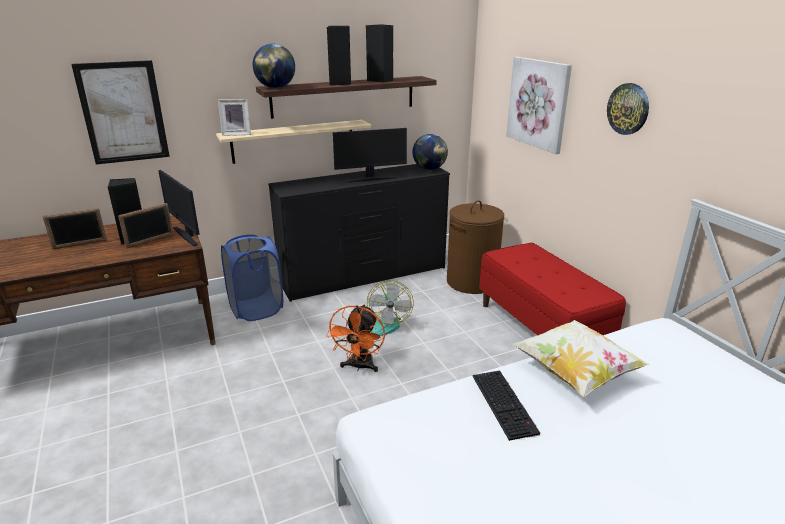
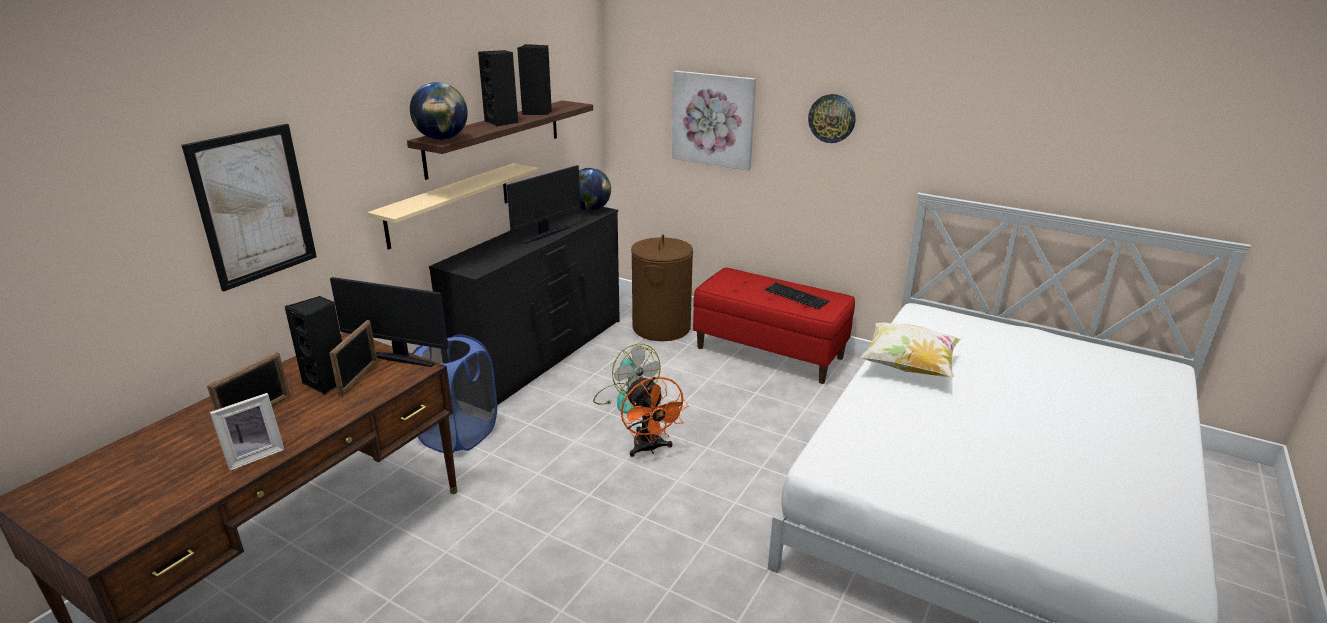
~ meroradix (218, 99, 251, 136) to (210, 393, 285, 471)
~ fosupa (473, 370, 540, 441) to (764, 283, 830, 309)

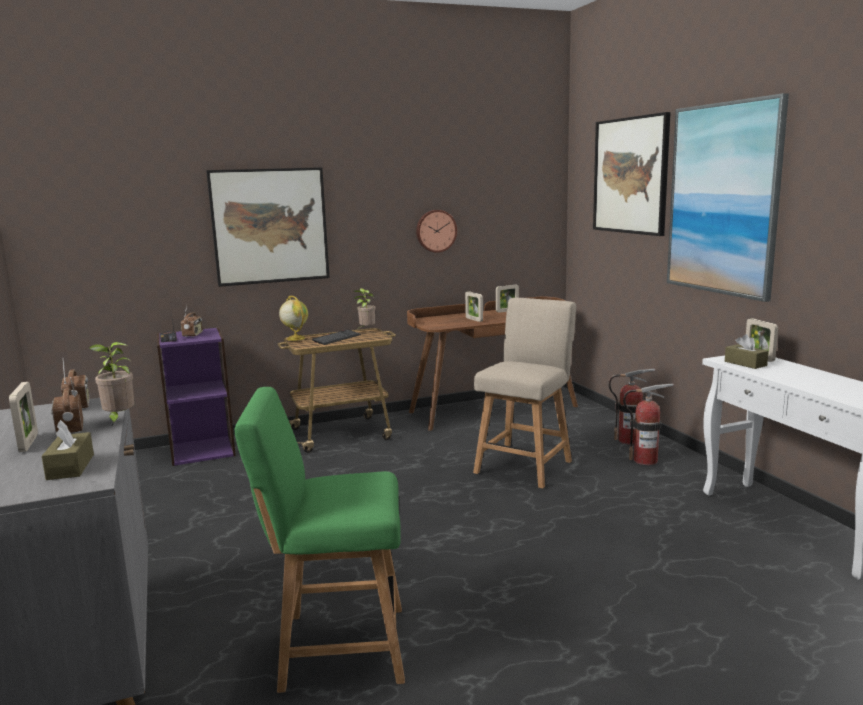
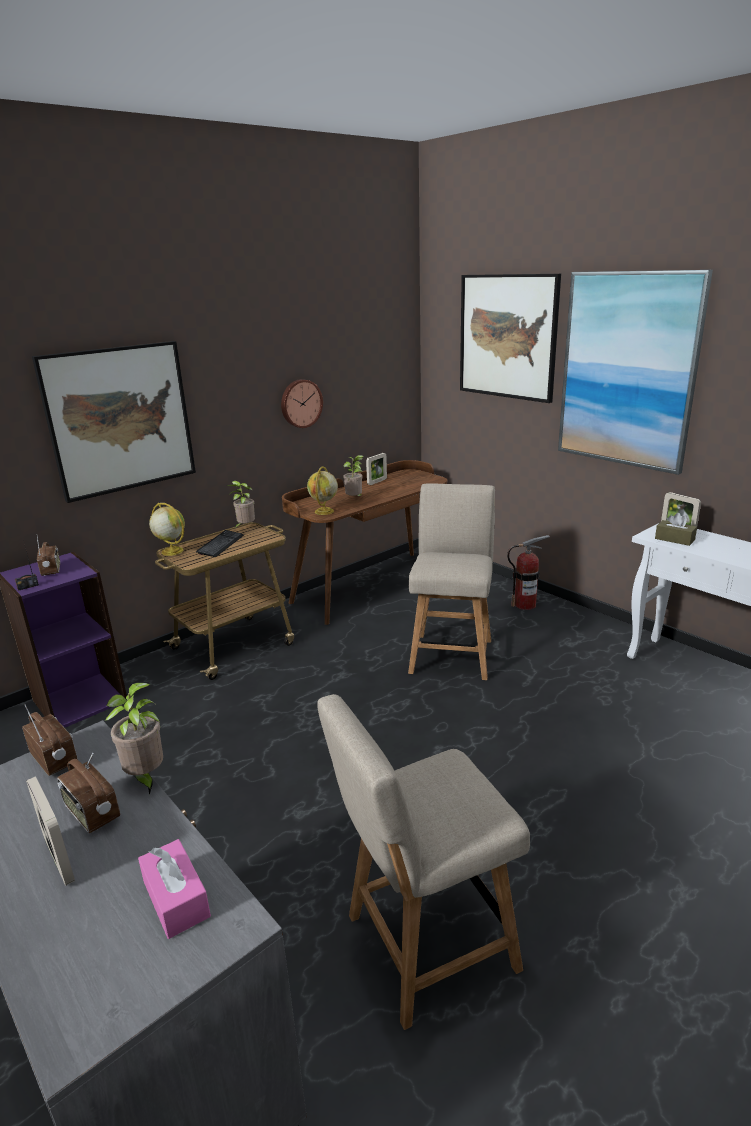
~ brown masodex (42, 420, 94, 480) to pink masodex (138, 839, 211, 939)
~ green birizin (235, 387, 405, 693) to beige birizin (317, 694, 530, 1030)
~ meroradix (465, 291, 483, 322) to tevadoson (343, 455, 364, 497)
- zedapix (623, 384, 674, 465)
+ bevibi (307, 466, 338, 515)

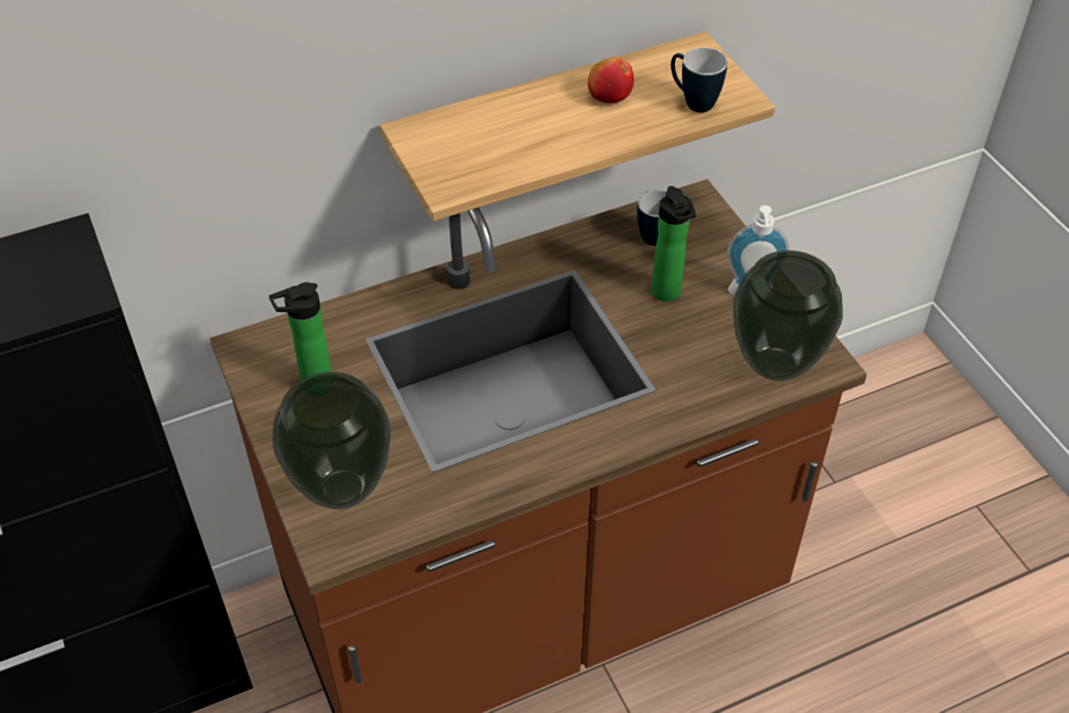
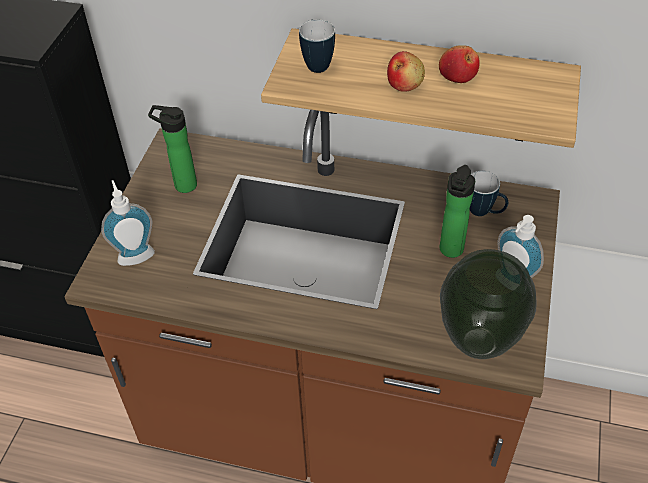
~ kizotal (272, 372, 391, 509) to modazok (101, 180, 155, 266)
~ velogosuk (671, 47, 727, 113) to (299, 19, 335, 73)
+ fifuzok (387, 51, 425, 92)

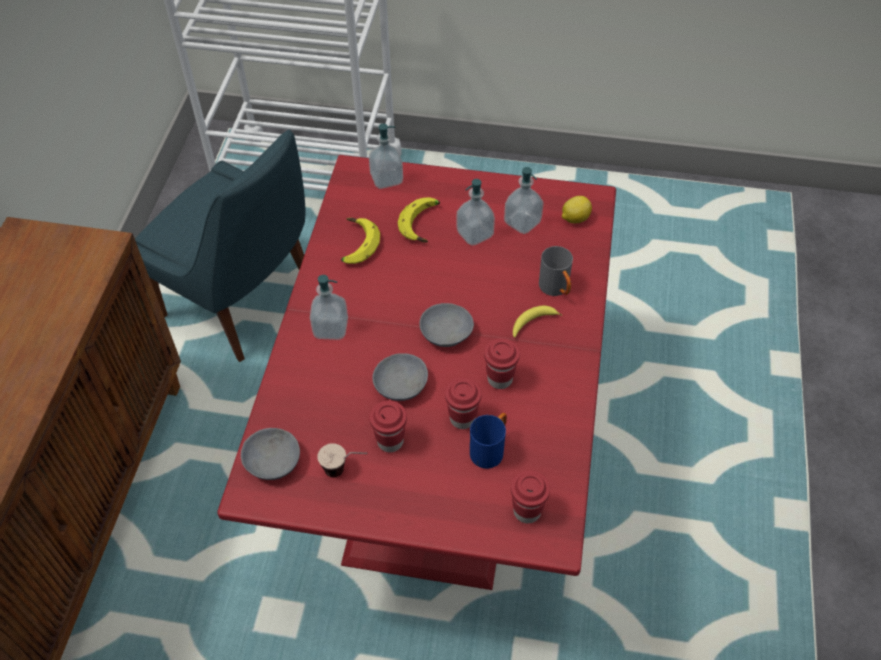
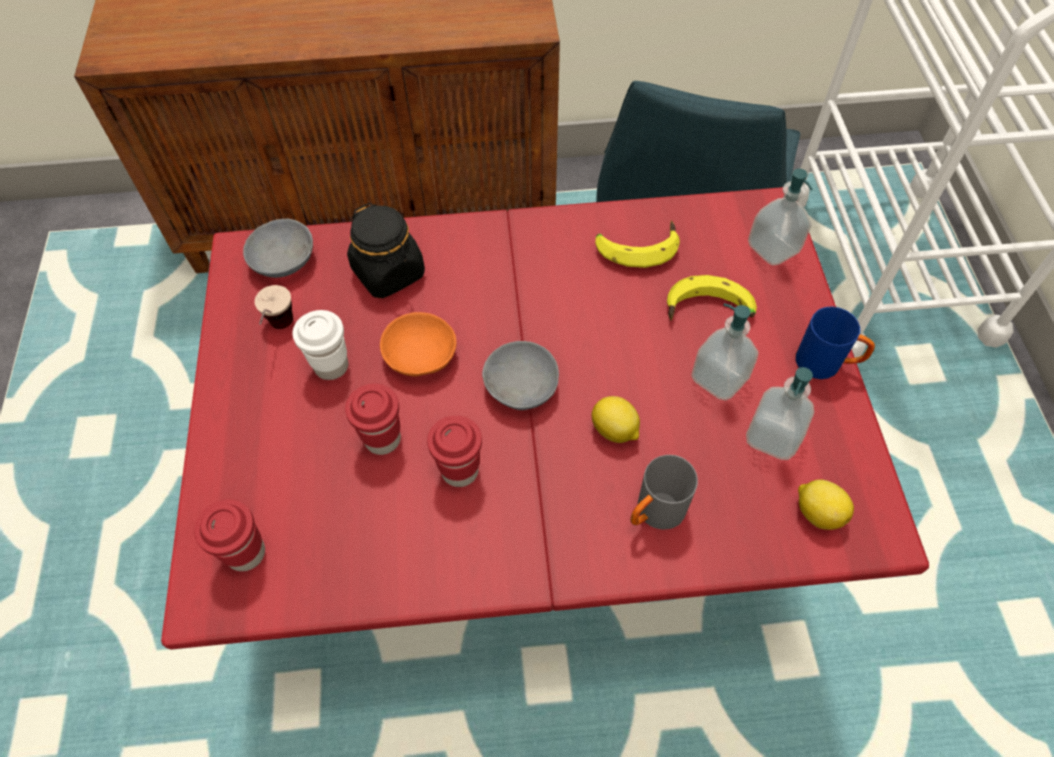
- modazok (310, 275, 348, 340)
~ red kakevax (369, 401, 407, 452) to white kakevax (293, 310, 348, 380)
~ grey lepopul (373, 353, 428, 401) to orange lepopul (380, 312, 457, 376)
~ blue velogosuk (470, 413, 507, 469) to (796, 306, 875, 379)
- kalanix (513, 305, 562, 338)
+ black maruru (347, 203, 425, 298)
+ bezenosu (592, 396, 640, 443)

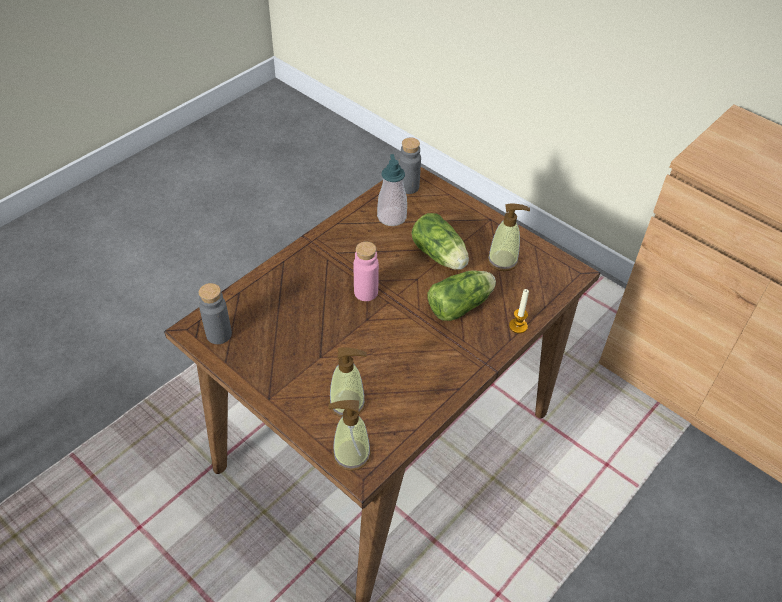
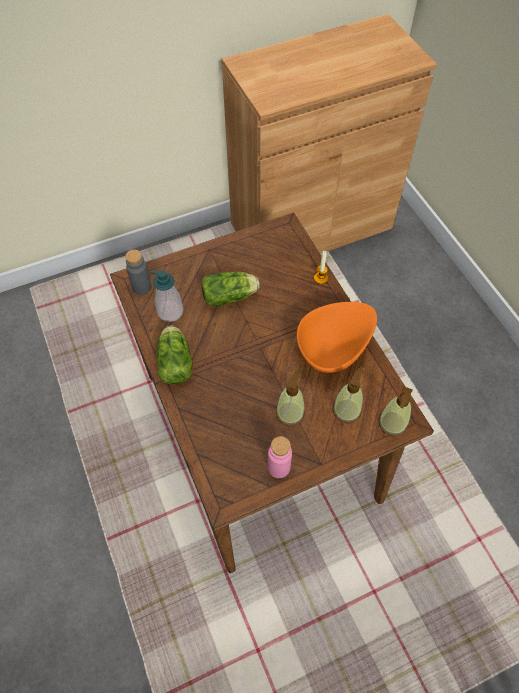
- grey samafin (199, 283, 232, 344)
~ pink samafin (354, 241, 379, 301) to (268, 436, 292, 478)
~ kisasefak (427, 270, 496, 321) to (157, 326, 193, 384)
~ modazok (487, 203, 530, 271) to (276, 369, 305, 426)
+ orange lepopul (297, 302, 377, 373)

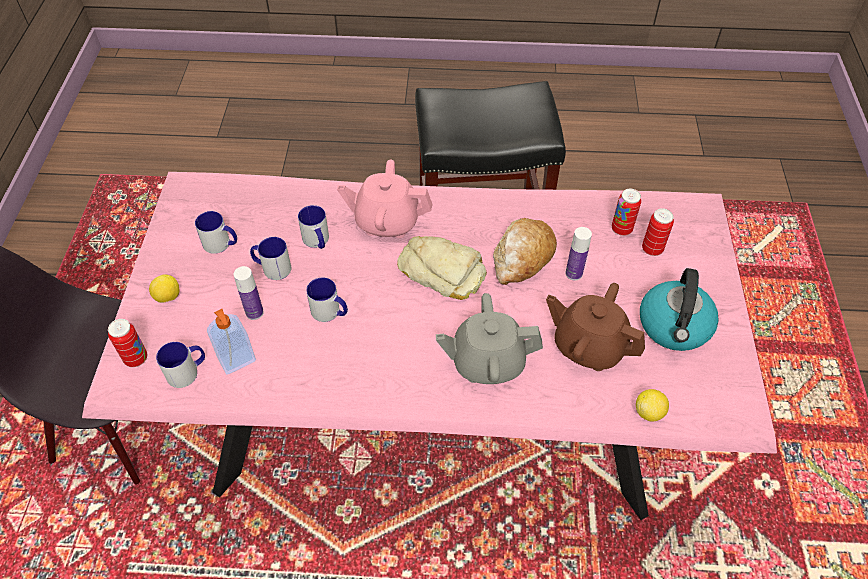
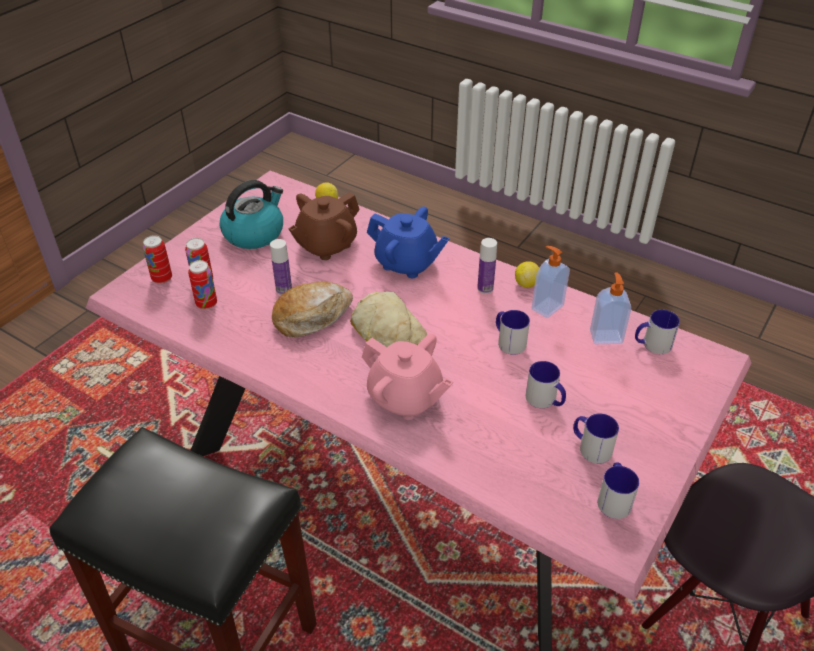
~ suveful (108, 319, 147, 367) to (143, 235, 172, 284)
~ bezenosu (149, 274, 180, 303) to (515, 261, 539, 288)
~ samafin (234, 266, 264, 320) to (477, 238, 497, 294)
~ velogosuk (298, 205, 329, 249) to (598, 462, 639, 519)
~ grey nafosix (436, 293, 543, 384) to blue nafosix (367, 207, 450, 278)
~ brown nafosix (546, 283, 645, 371) = (288, 192, 360, 260) 75 degrees clockwise
+ modazok (532, 246, 570, 318)

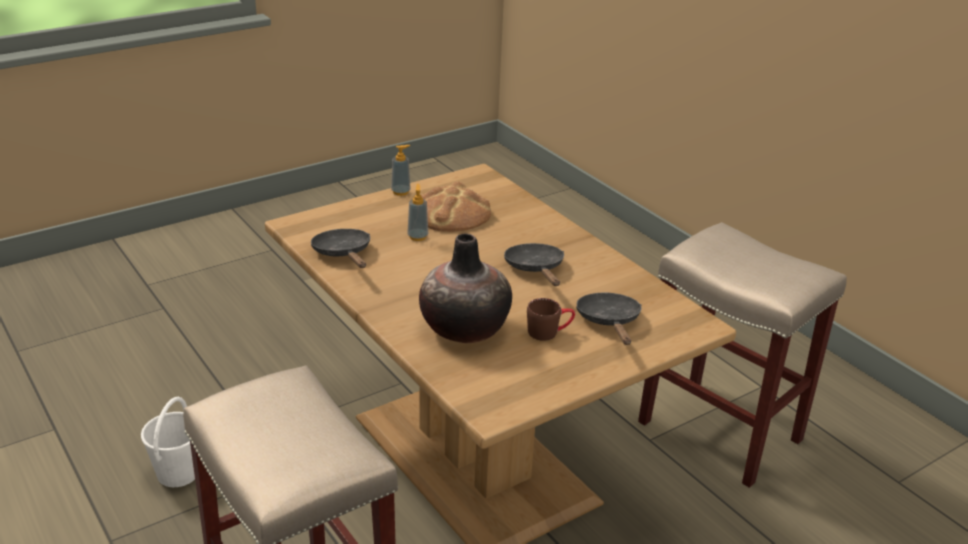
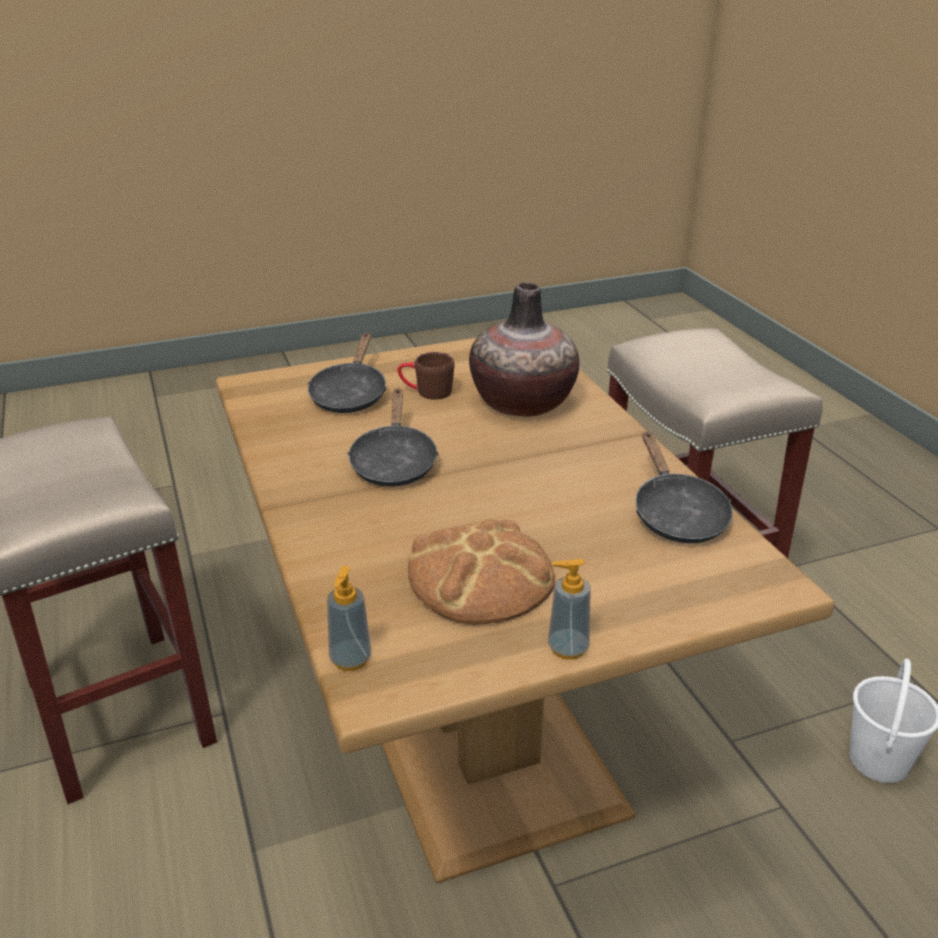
~ modazok (407, 184, 428, 241) to (327, 566, 371, 671)

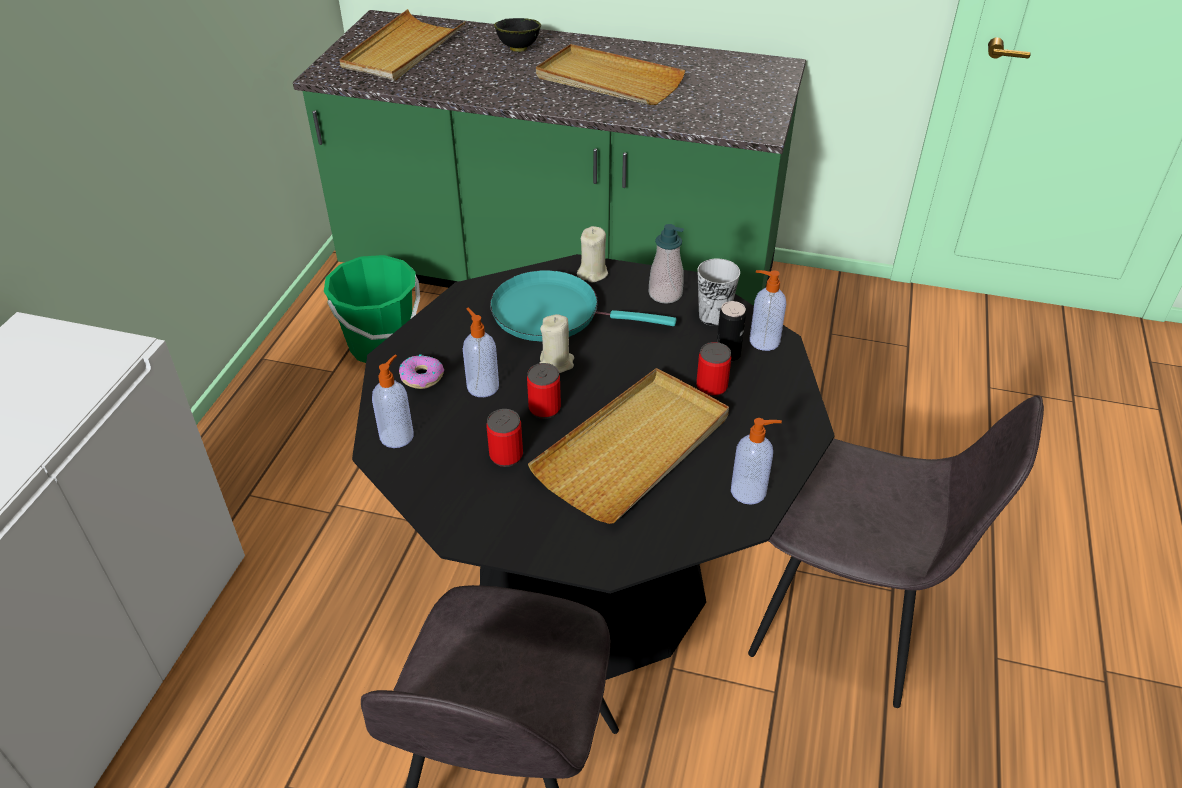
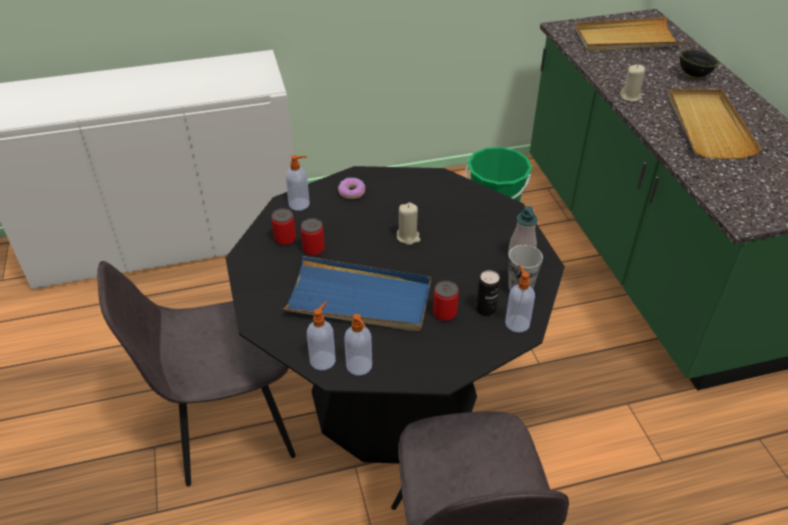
~ modazok (463, 308, 499, 397) to (307, 301, 336, 370)
- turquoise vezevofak (490, 270, 676, 341)
~ suveful (527, 363, 561, 419) to (272, 208, 296, 246)
~ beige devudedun (528, 368, 729, 524) to blue devudedun (282, 256, 431, 332)
~ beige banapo (577, 226, 608, 282) to (620, 64, 645, 102)

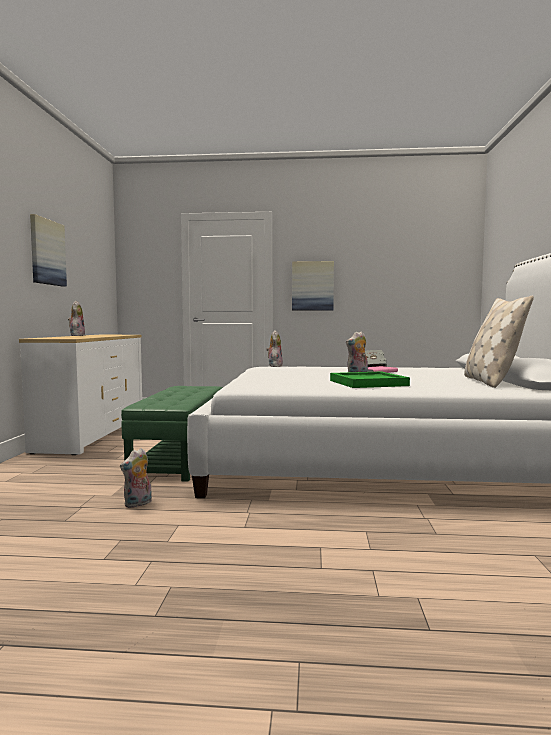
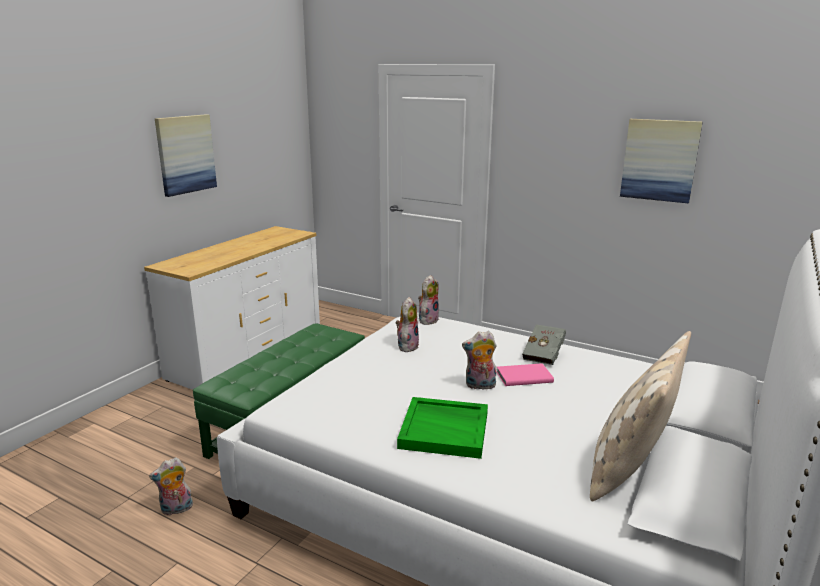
~ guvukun (68, 301, 85, 336) to (396, 297, 419, 352)
~ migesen (292, 261, 334, 311) to (620, 119, 703, 203)

